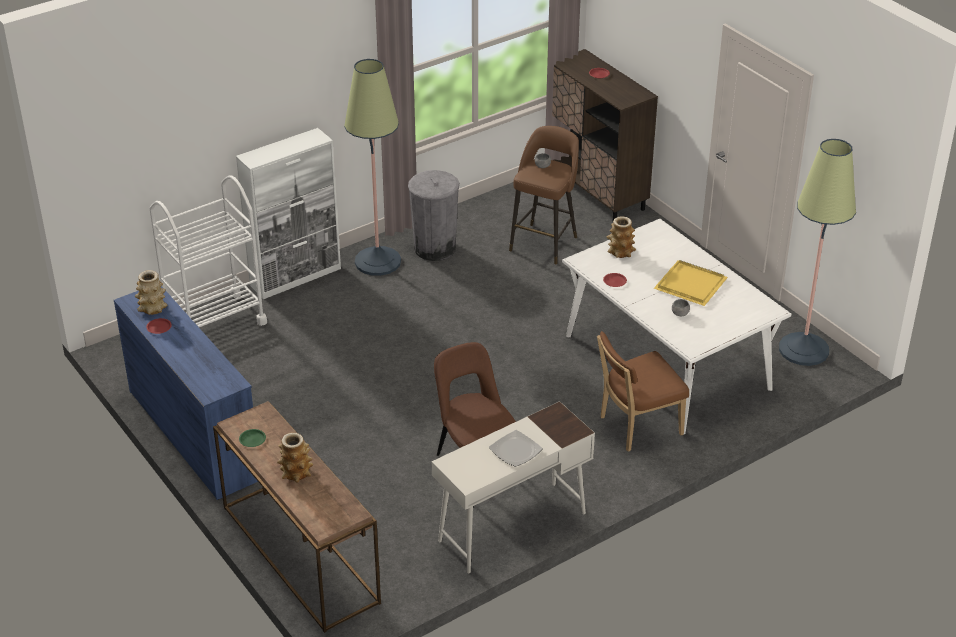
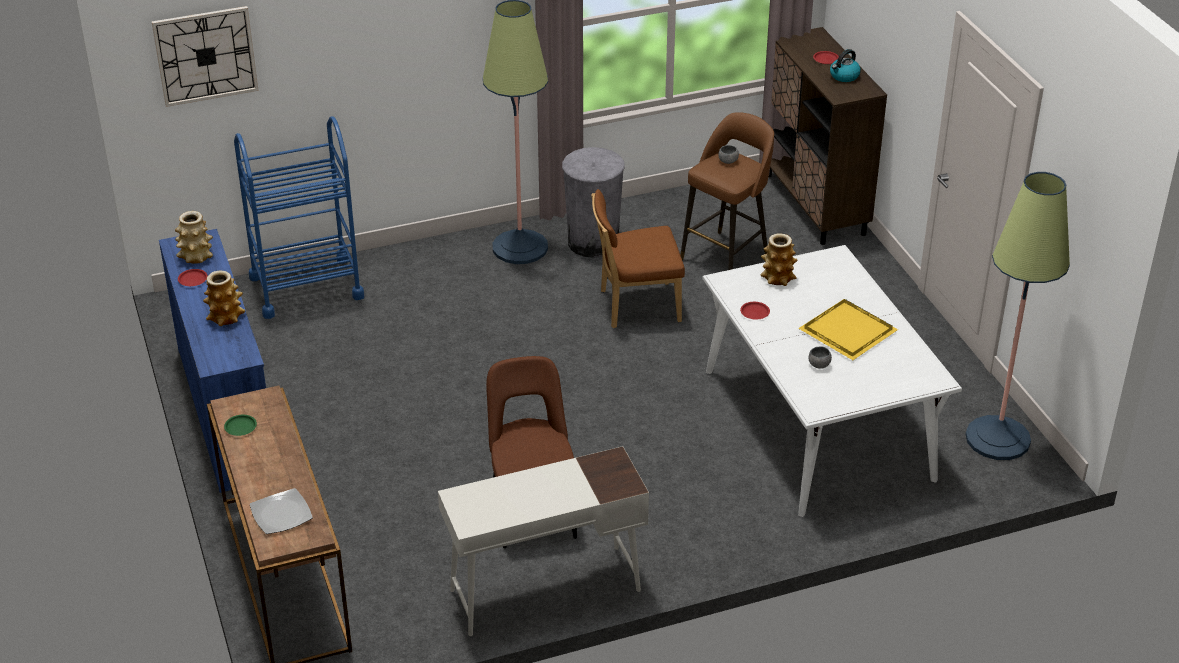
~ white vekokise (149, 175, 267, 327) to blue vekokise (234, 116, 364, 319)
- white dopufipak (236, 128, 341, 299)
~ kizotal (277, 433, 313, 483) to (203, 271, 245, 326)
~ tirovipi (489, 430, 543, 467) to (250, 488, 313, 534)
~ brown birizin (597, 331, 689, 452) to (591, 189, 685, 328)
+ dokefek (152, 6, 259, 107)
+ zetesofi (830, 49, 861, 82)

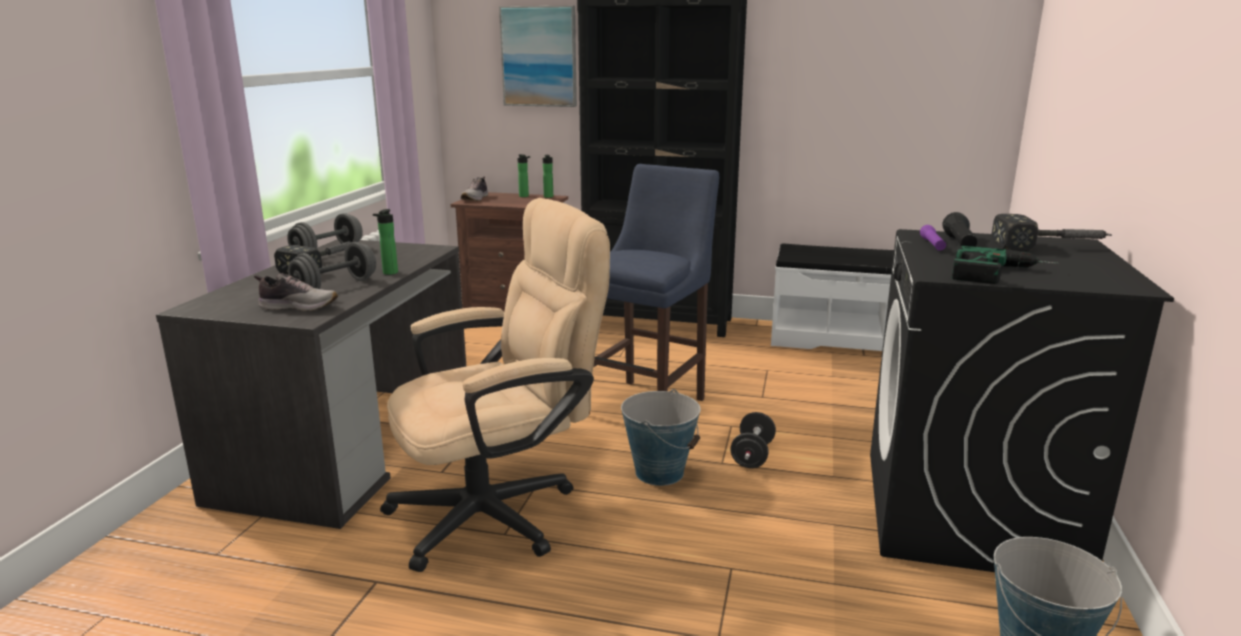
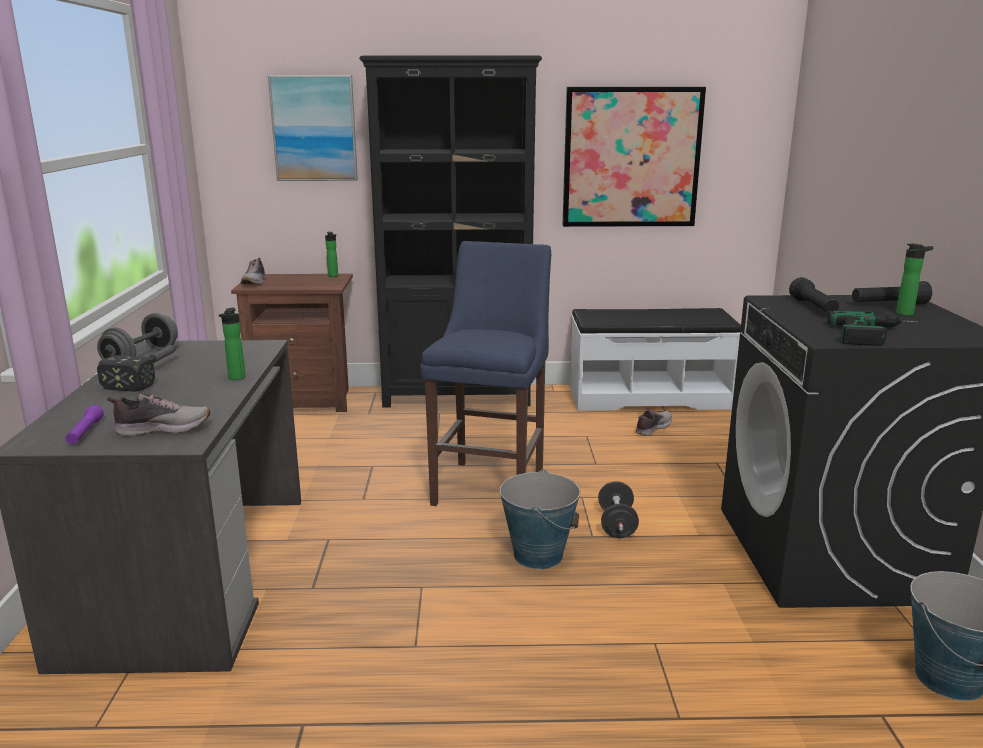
- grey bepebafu (288, 242, 376, 289)
- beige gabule (380, 198, 610, 572)
~ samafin (518, 154, 530, 197) to (896, 244, 933, 316)
~ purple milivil (920, 225, 946, 251) to (65, 405, 104, 444)
~ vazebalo (992, 214, 1112, 252) to black milivil (852, 281, 932, 304)
+ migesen (562, 87, 706, 227)
+ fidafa (636, 410, 672, 436)

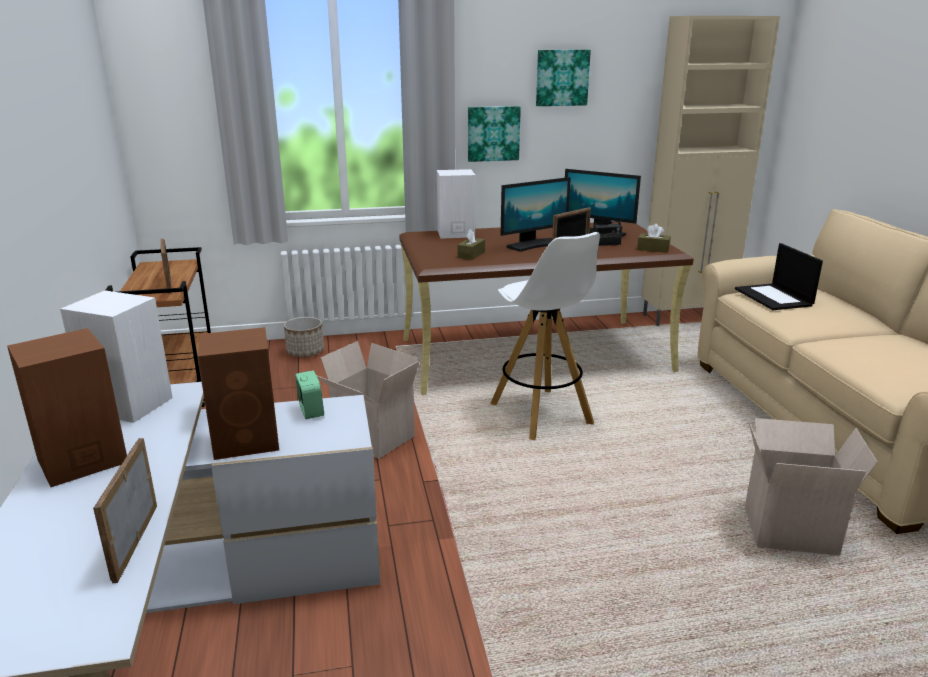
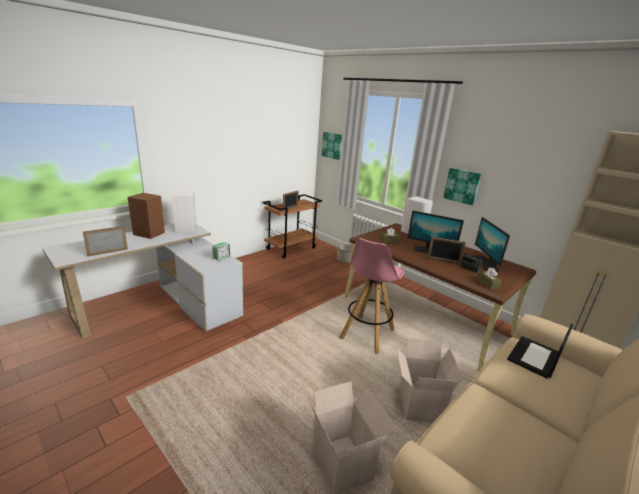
- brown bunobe (198, 327, 279, 460)
~ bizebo (316, 341, 420, 459) to (396, 338, 463, 423)
~ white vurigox (490, 232, 600, 440) to pink vurigox (339, 237, 404, 354)
~ migesen (536, 50, 591, 106) to (322, 132, 342, 160)

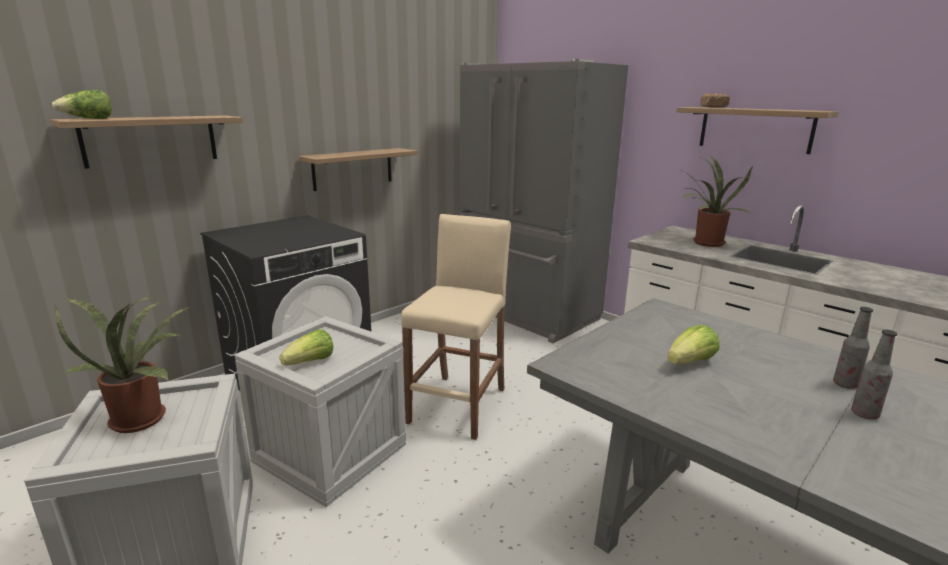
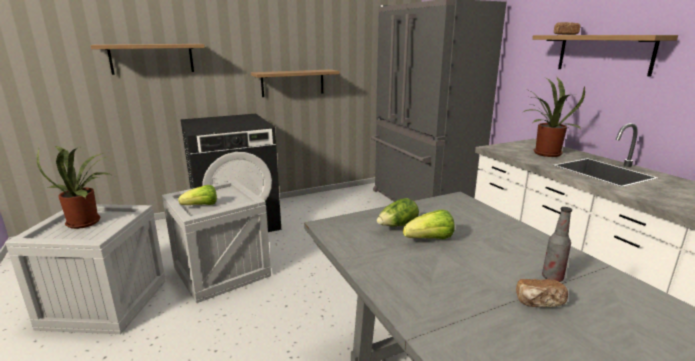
~ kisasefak (52, 90, 112, 119) to (377, 198, 419, 227)
- beige vurigox (401, 214, 511, 440)
~ samafin (851, 330, 897, 420) to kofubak (516, 279, 568, 307)

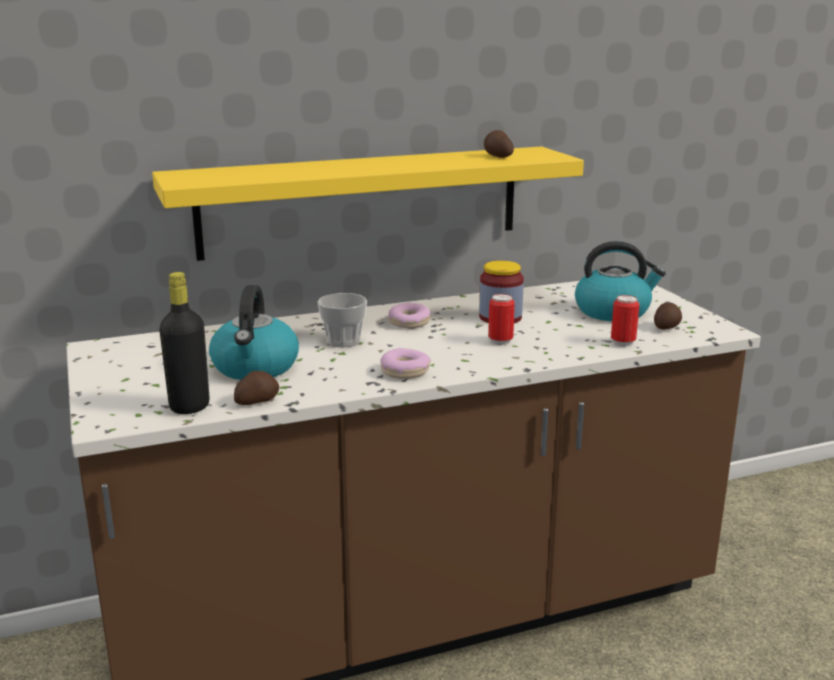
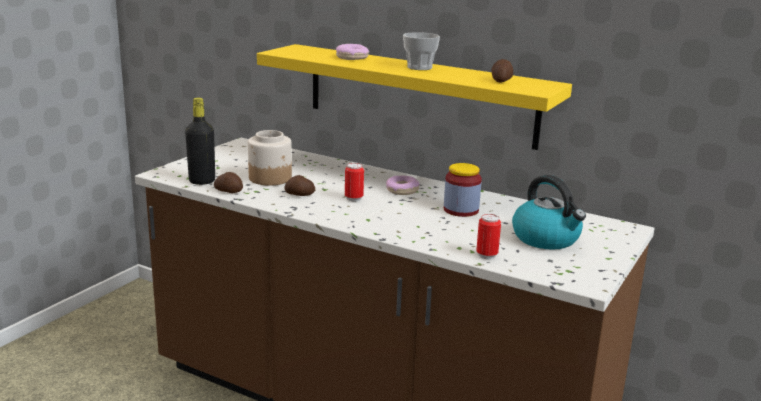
~ zetesofi (209, 285, 299, 380) to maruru (248, 130, 292, 185)
~ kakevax (317, 293, 367, 347) to (403, 32, 440, 70)
~ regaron (380, 348, 431, 379) to (336, 44, 369, 60)
~ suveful (488, 294, 515, 345) to (345, 163, 364, 201)
~ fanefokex (654, 302, 682, 329) to (284, 175, 315, 196)

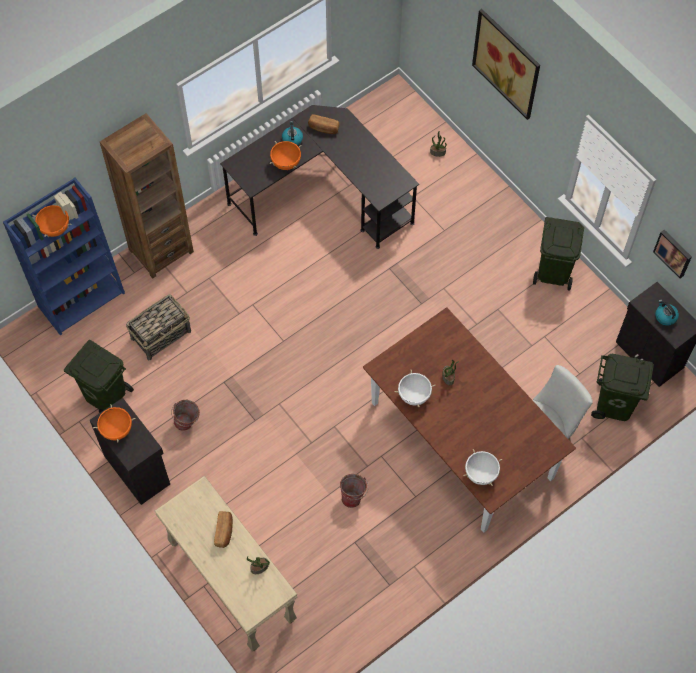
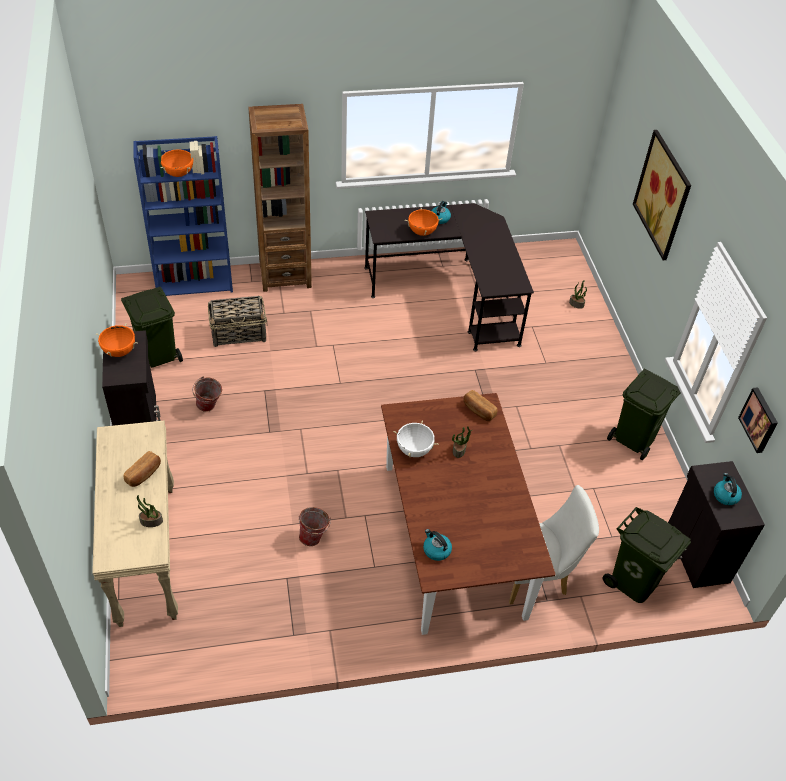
~ kofubak (308, 114, 339, 134) to (463, 390, 497, 421)
~ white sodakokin (463, 449, 502, 486) to zetesofi (423, 529, 452, 561)

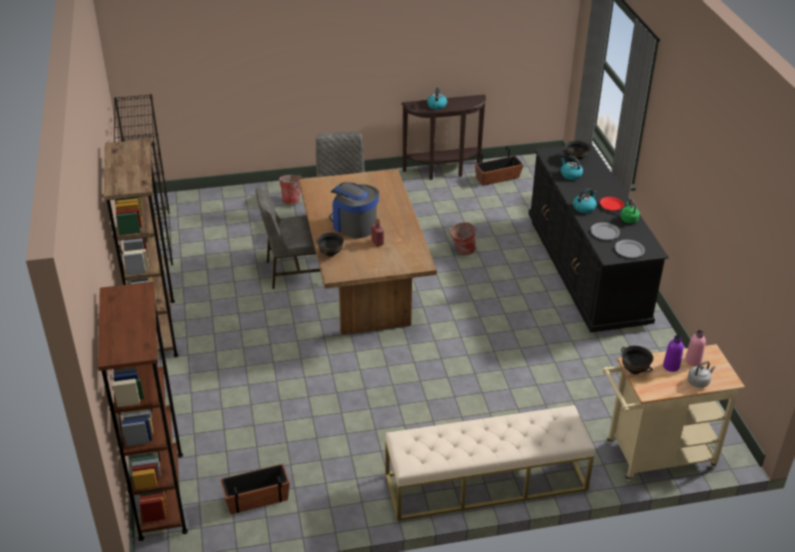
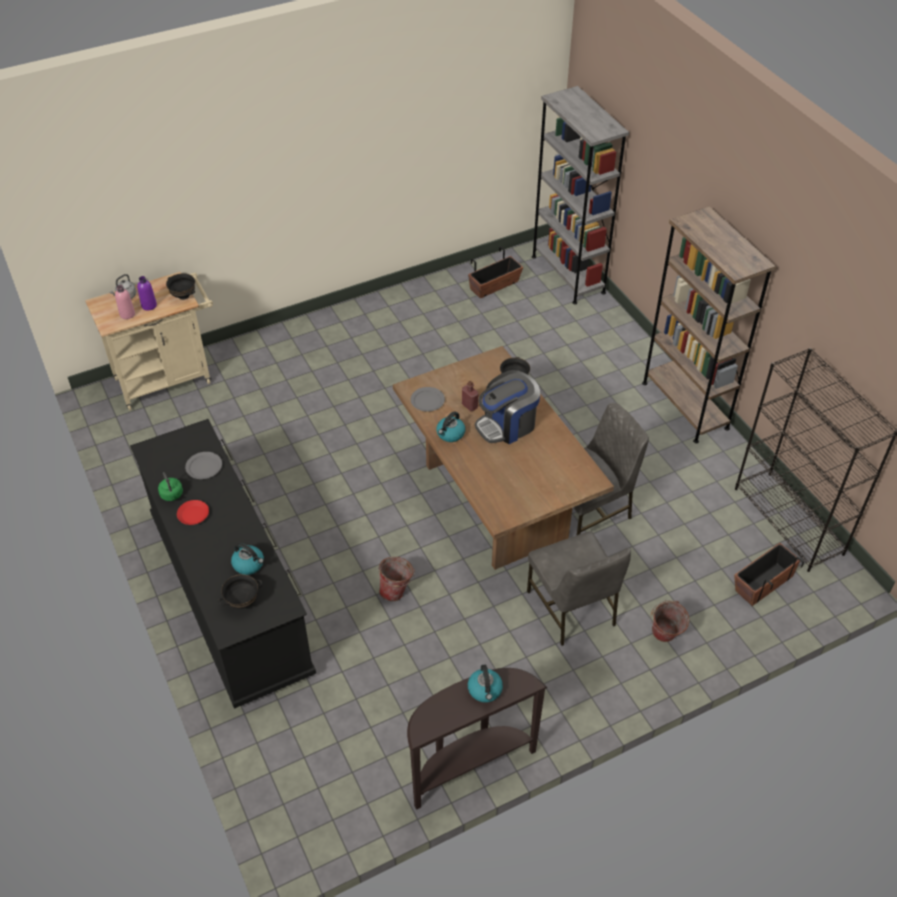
~ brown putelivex (98, 281, 188, 541) to grey putelivex (532, 86, 629, 304)
~ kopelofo (329, 182, 379, 239) = (475, 370, 540, 444) 120 degrees clockwise
- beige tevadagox (385, 405, 595, 521)
~ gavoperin (475, 146, 524, 186) to (734, 543, 804, 606)
~ zetesofi (573, 188, 597, 213) to (436, 411, 465, 442)
~ grey tirovipi (615, 240, 645, 258) to (411, 387, 445, 412)

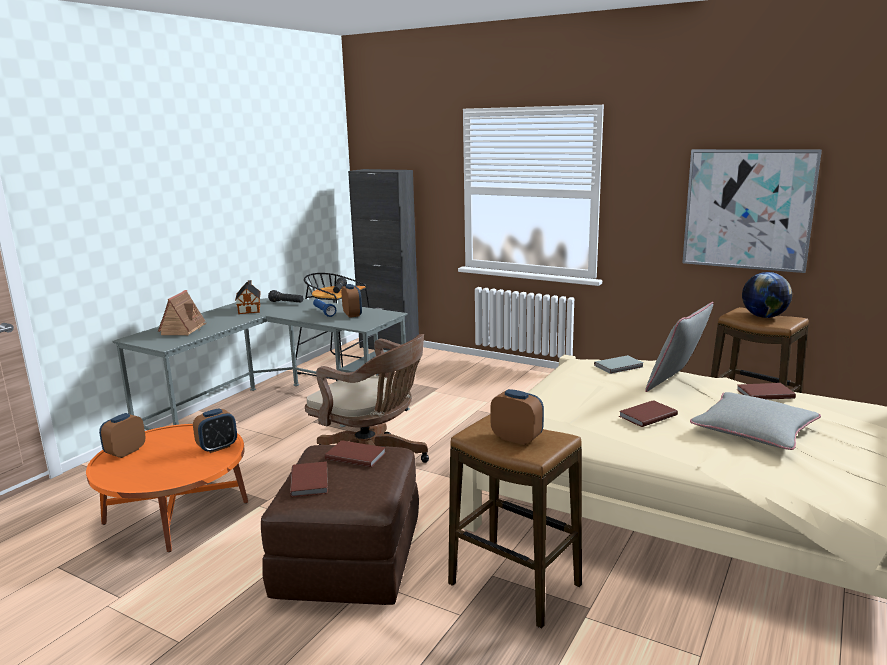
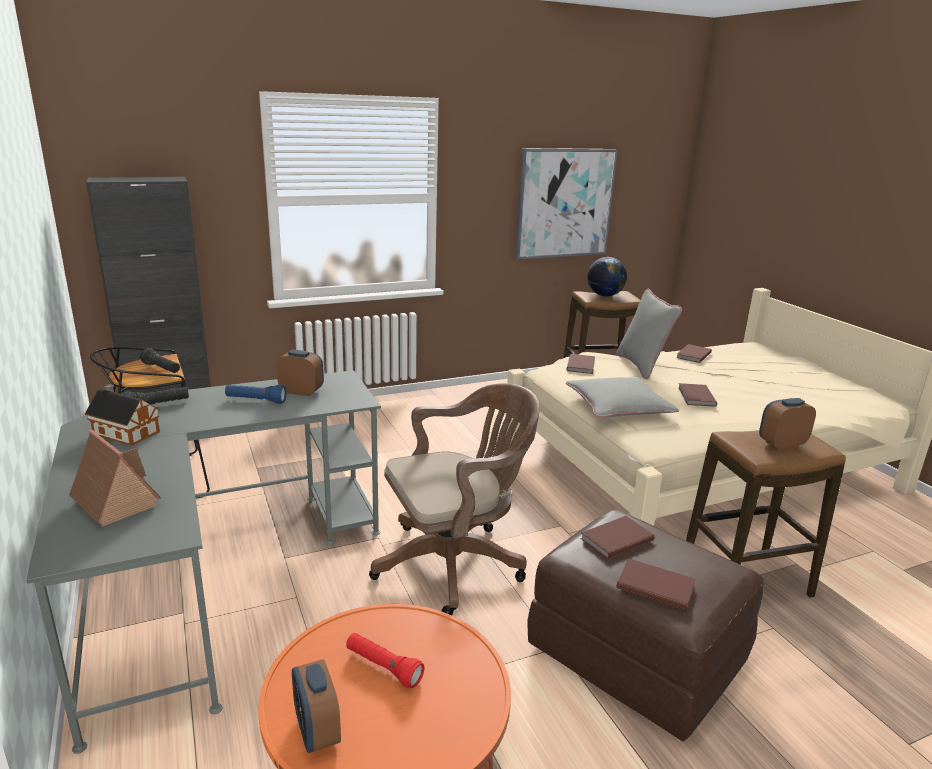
- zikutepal (193, 408, 237, 453)
~ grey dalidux (594, 355, 643, 374) to brown dalidux (567, 354, 595, 374)
~ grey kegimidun (690, 392, 821, 450) to (566, 377, 679, 417)
+ red milivil (346, 633, 424, 688)

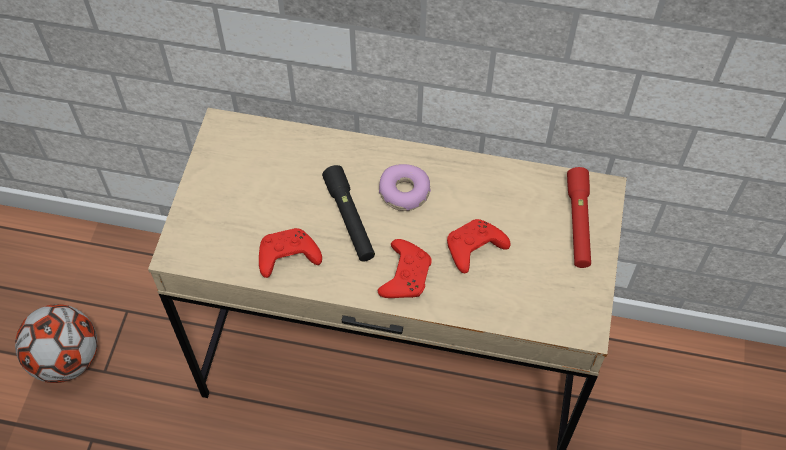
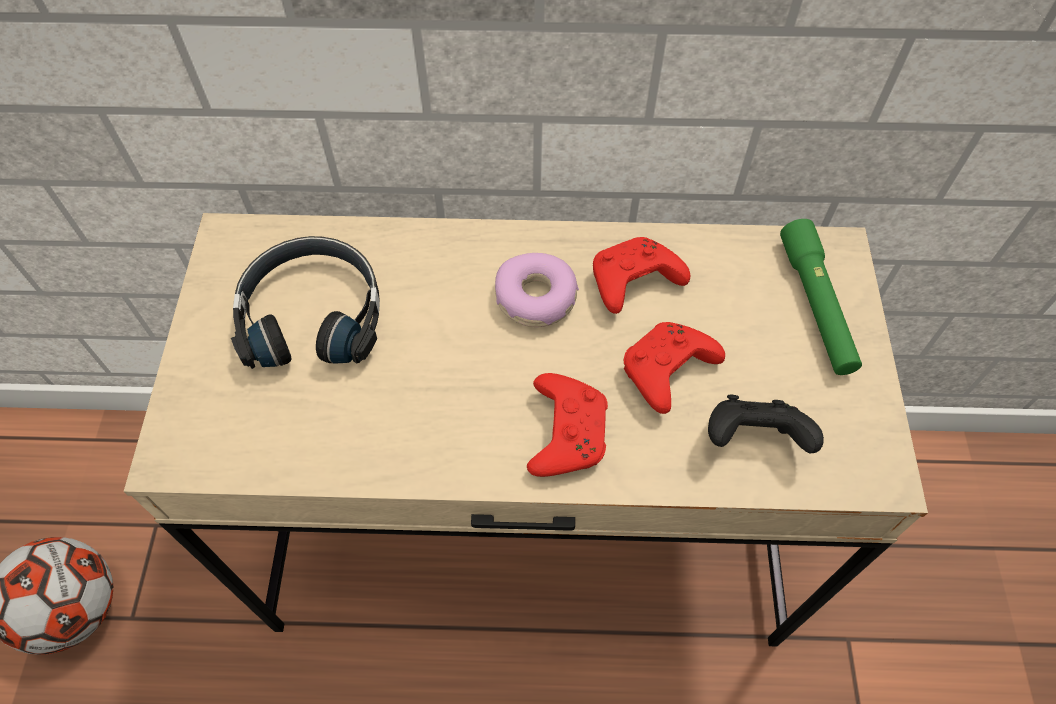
~ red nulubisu (259, 228, 322, 278) to (593, 237, 690, 314)
- black milivil (322, 165, 375, 262)
~ red milivil (567, 167, 591, 268) to green milivil (780, 219, 862, 375)
+ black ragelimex (231, 236, 380, 369)
+ black nulubisu (708, 395, 824, 453)

